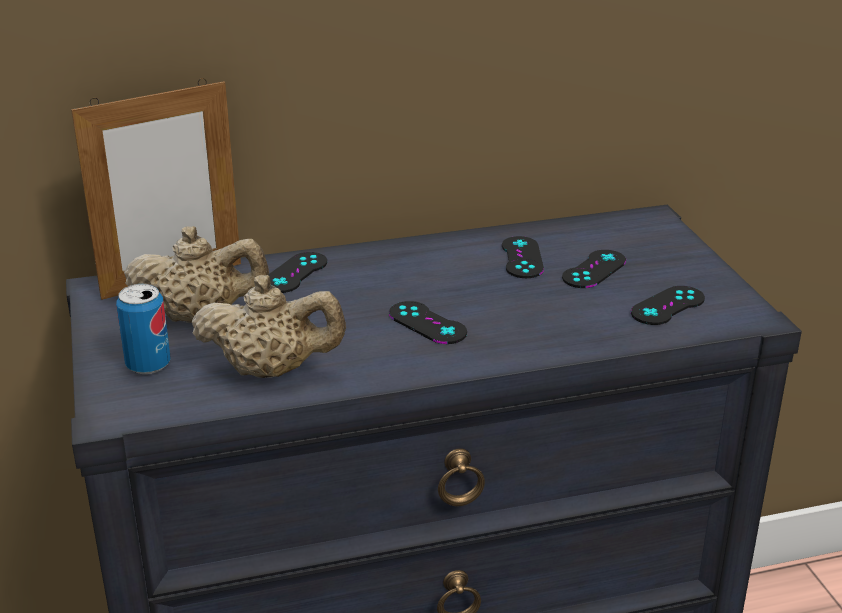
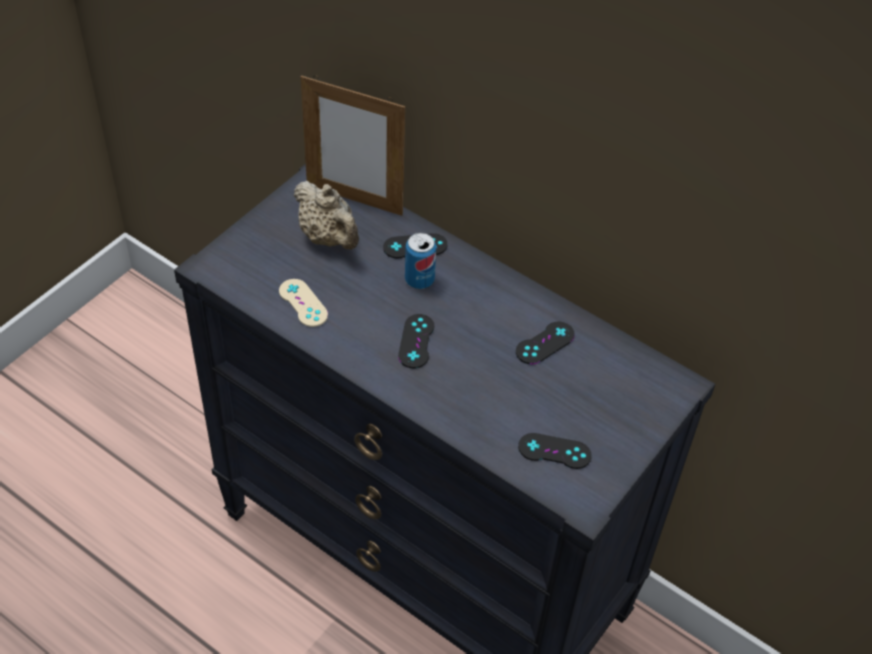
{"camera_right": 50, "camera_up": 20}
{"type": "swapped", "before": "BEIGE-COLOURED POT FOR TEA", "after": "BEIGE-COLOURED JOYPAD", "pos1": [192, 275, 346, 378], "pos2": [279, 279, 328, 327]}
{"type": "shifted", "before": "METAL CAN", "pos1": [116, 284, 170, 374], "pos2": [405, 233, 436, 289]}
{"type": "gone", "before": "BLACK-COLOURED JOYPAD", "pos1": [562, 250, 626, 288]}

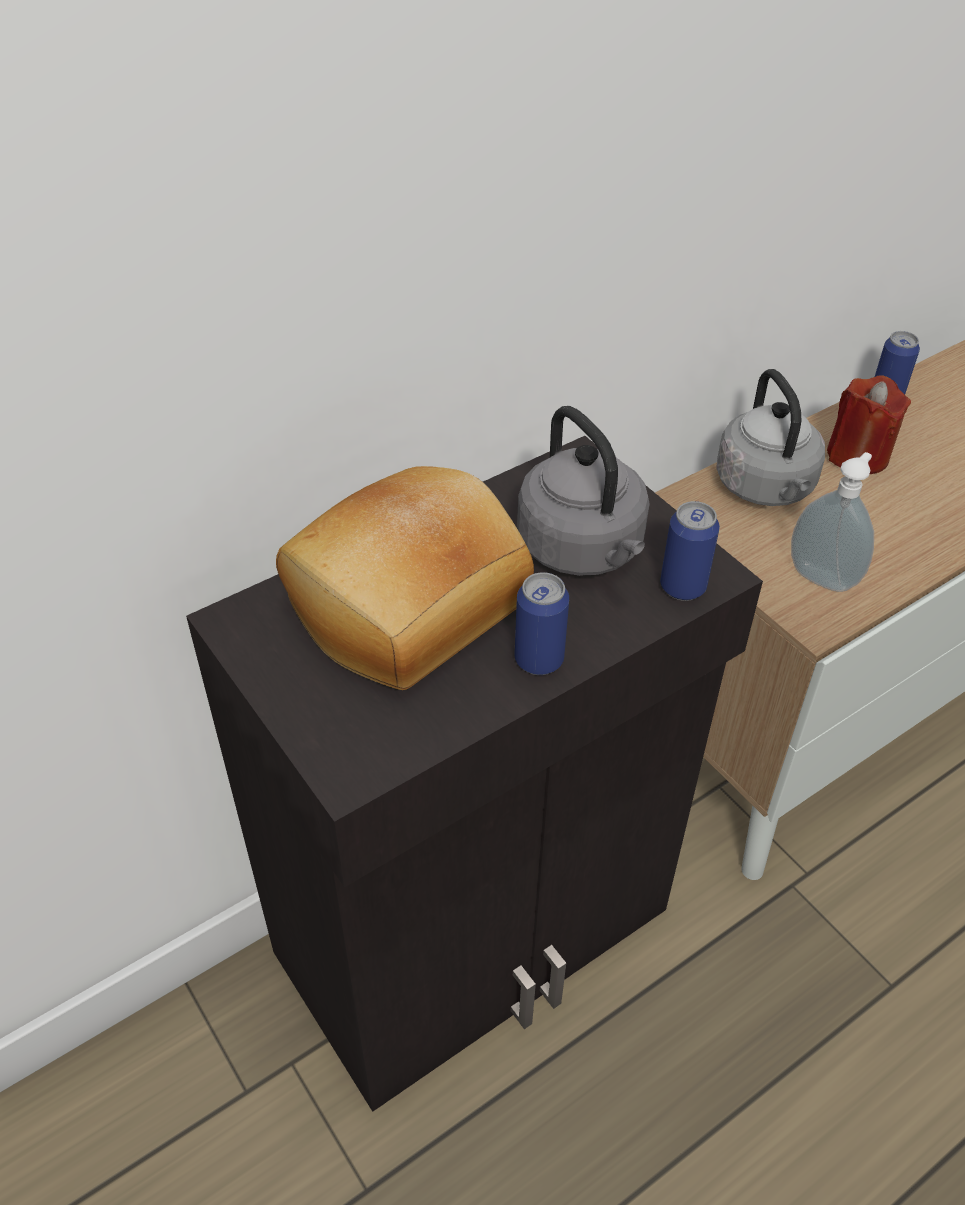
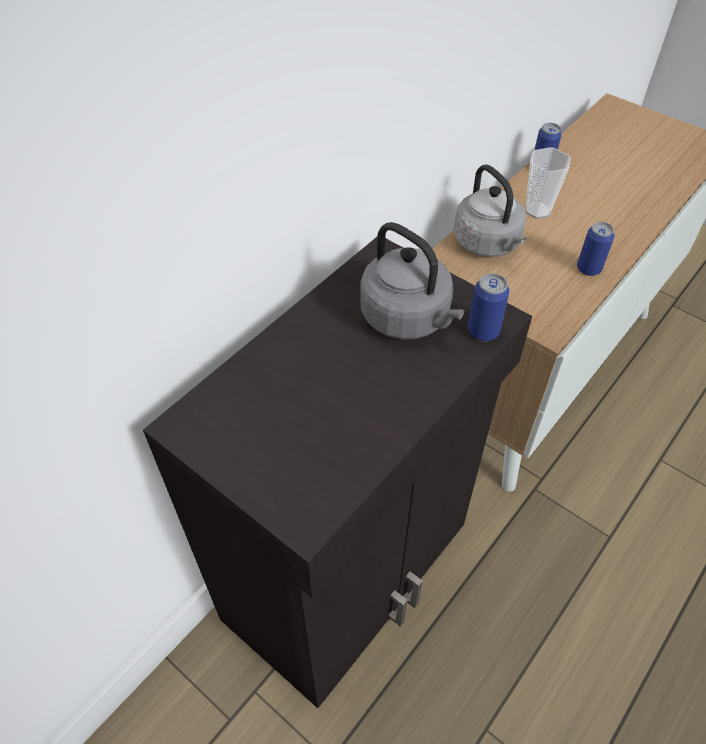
{"camera_right": -15, "camera_up": 5}
{"type": "swapped", "before": "RED WAX LIGHT", "after": "CUP", "pos1": [827, 375, 911, 475], "pos2": [525, 147, 571, 219]}
{"type": "shifted", "before": "METAL CAN", "pos1": [515, 572, 569, 675], "pos2": [577, 222, 615, 276]}
{"type": "gone", "before": "BREAD", "pos1": [276, 466, 534, 690]}
{"type": "gone", "before": "SOAP DISPENSER", "pos1": [791, 452, 874, 592]}

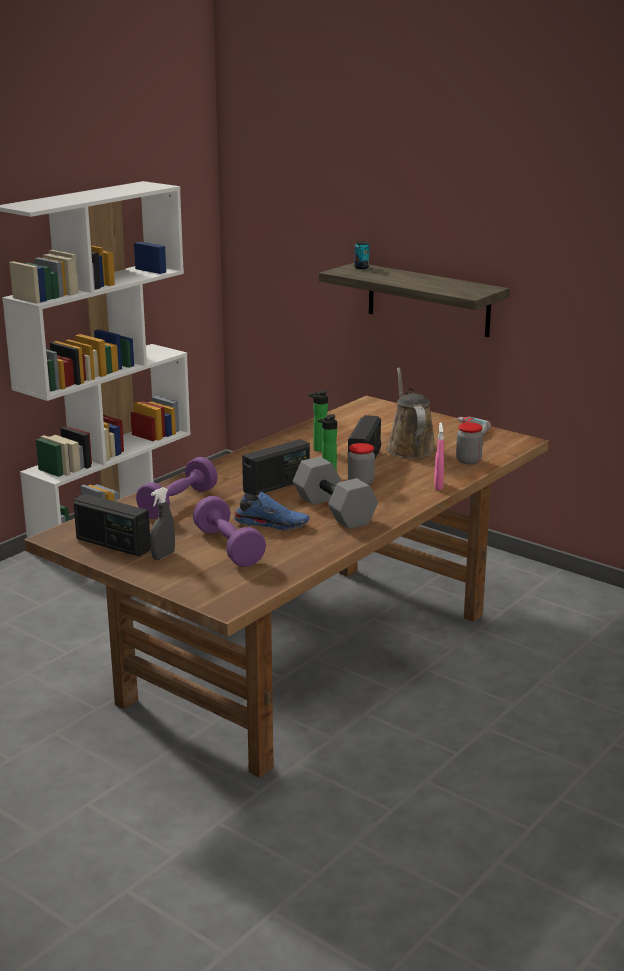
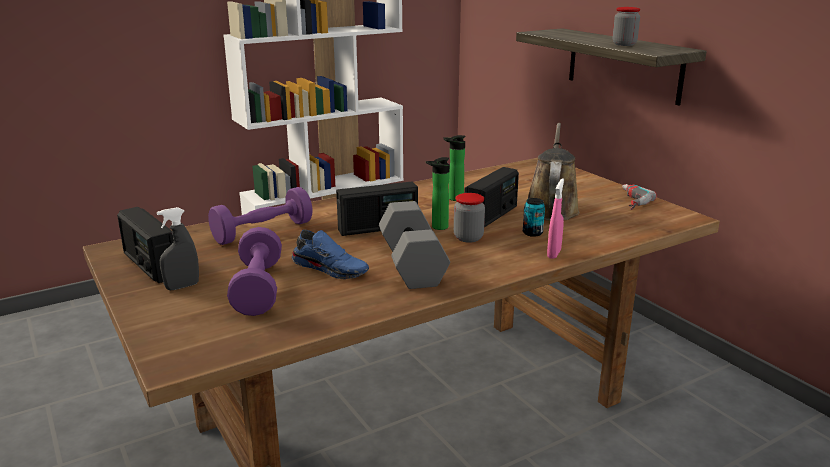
{"camera_right": 20, "camera_up": 0}
{"type": "shifted", "before": "METAL CAN", "pos1": [354, 242, 369, 269], "pos2": [523, 198, 545, 237]}
{"type": "shifted", "before": "STORAGE JAR", "pos1": [456, 423, 483, 464], "pos2": [613, 7, 640, 46]}

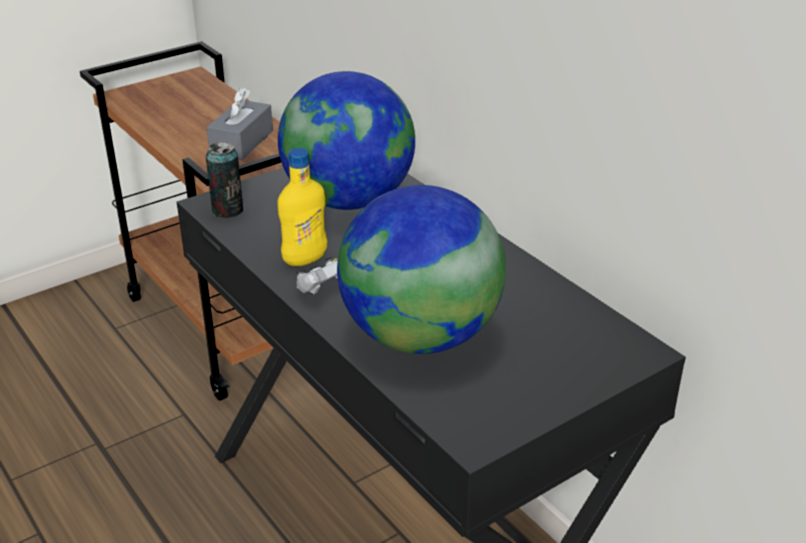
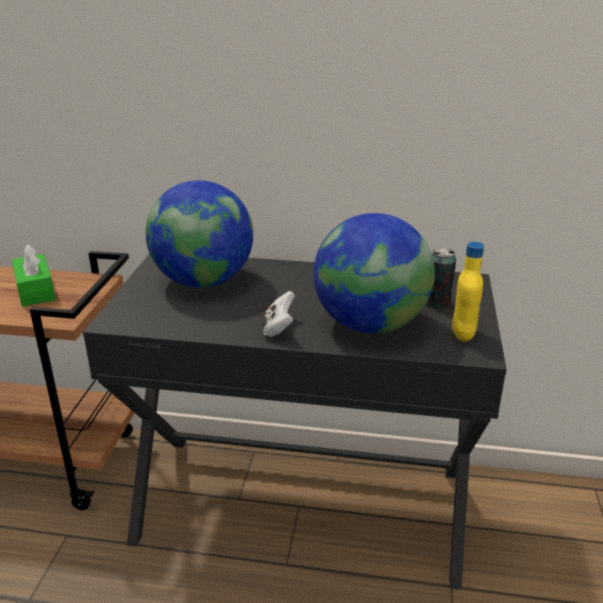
{"camera_right": -45, "camera_up": -5}
{"type": "repainted", "before": "GREYISH TISSUE HOLDER", "after": "GREEN-COLOURED TISSUE HOLDER", "pos1": [207, 88, 273, 160], "pos2": [12, 244, 56, 307]}
{"type": "shifted", "before": "METAL CAN", "pos1": [206, 142, 243, 218], "pos2": [426, 248, 456, 310]}
{"type": "shifted", "before": "YELLOW-COLOURED BEVERAGE BOTTLE", "pos1": [277, 148, 327, 267], "pos2": [452, 242, 484, 342]}

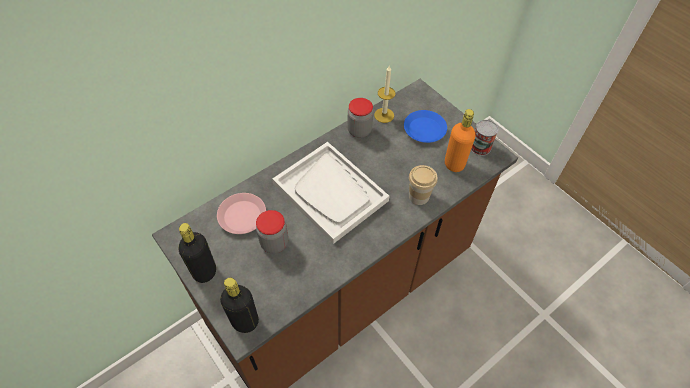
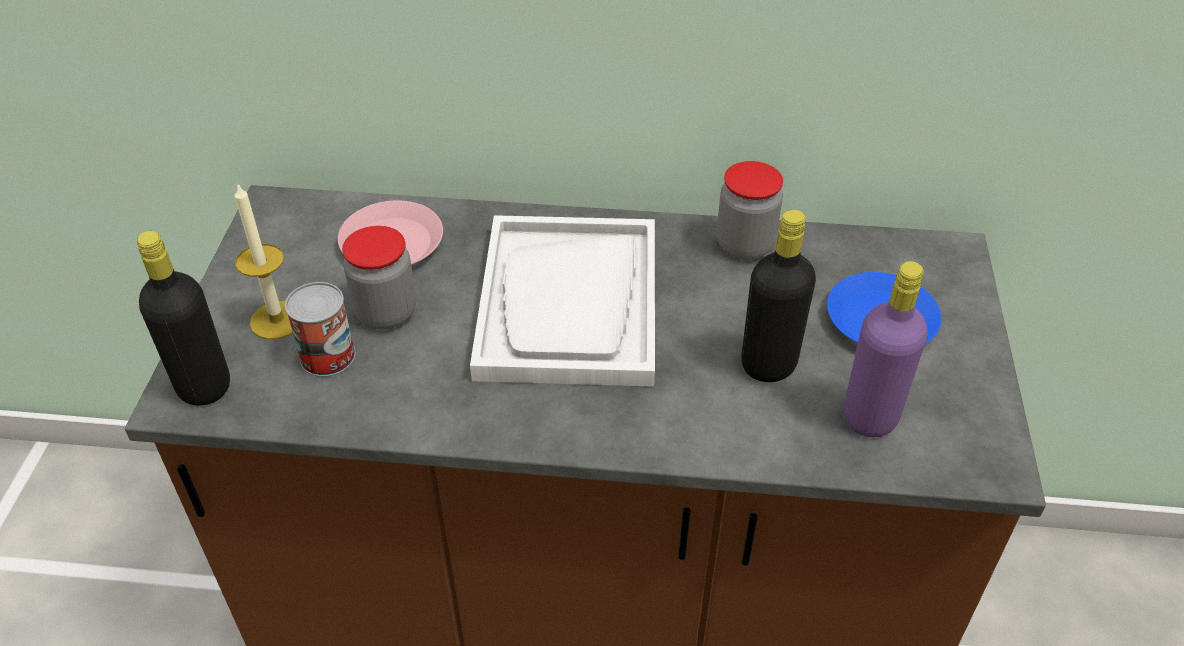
{"camera_right": 45, "camera_up": -10}
{"type": "shifted", "before": "WAX LIGHT", "pos1": [374, 66, 395, 123], "pos2": [235, 183, 293, 340]}
{"type": "shifted", "before": "METAL CAN", "pos1": [471, 120, 498, 156], "pos2": [285, 282, 356, 377]}
{"type": "shifted", "before": "BLACK-COLOURED BEVERAGE BOTTLE", "pos1": [179, 223, 216, 283], "pos2": [741, 210, 816, 382]}
{"type": "repainted", "before": "ORANGE-COLOURED BEVERAGE BOTTLE", "after": "PURPLE BEVERAGE BOTTLE", "pos1": [445, 109, 475, 172], "pos2": [843, 261, 928, 437]}
{"type": "gone", "before": "CUP", "pos1": [409, 165, 438, 205]}

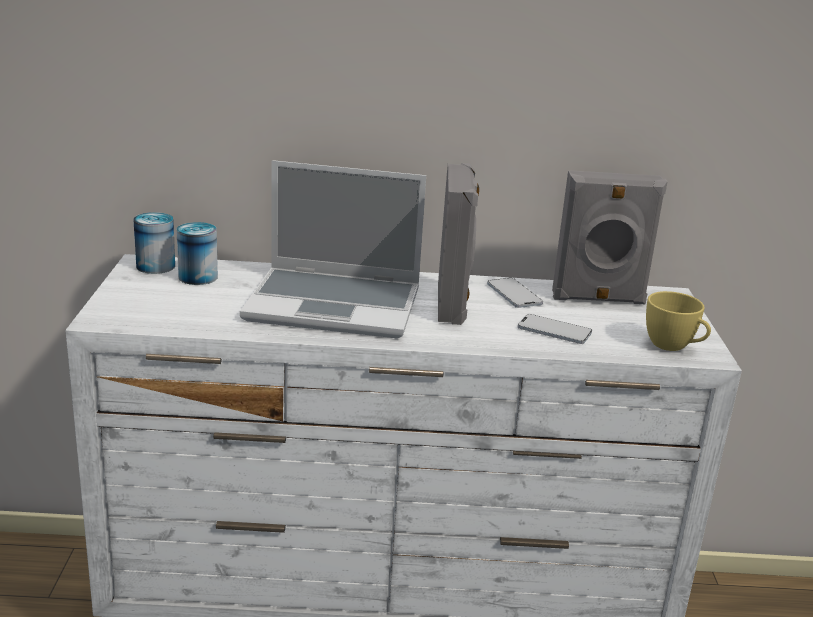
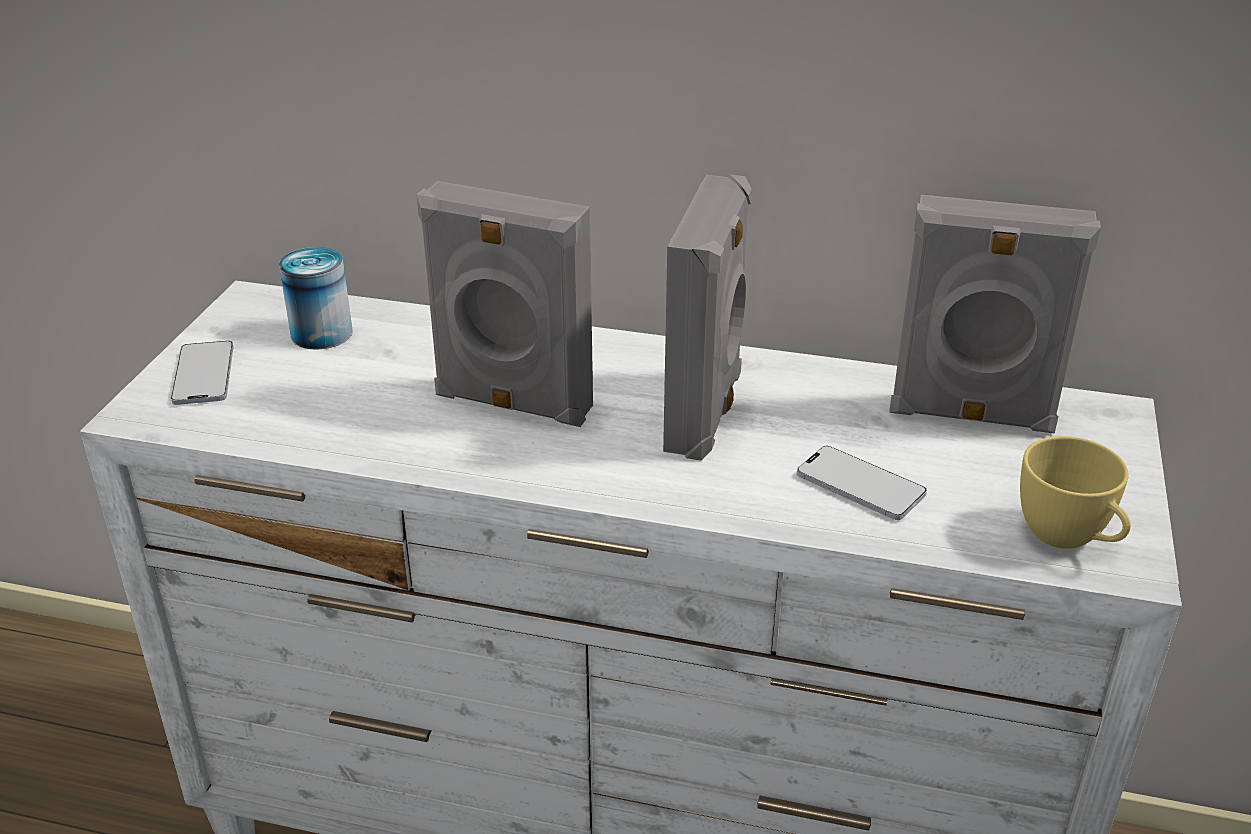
{"camera_right": 15, "camera_up": 10}
{"type": "shifted", "before": "TELEPHONE", "pos1": [487, 278, 543, 308], "pos2": [171, 341, 233, 405]}
{"type": "swapped", "before": "LAPTOP", "after": "GREYISH AUDIO SPEAKER", "pos1": [240, 160, 426, 338], "pos2": [416, 181, 593, 427]}
{"type": "gone", "before": "METAL CAN", "pos1": [133, 212, 175, 274]}

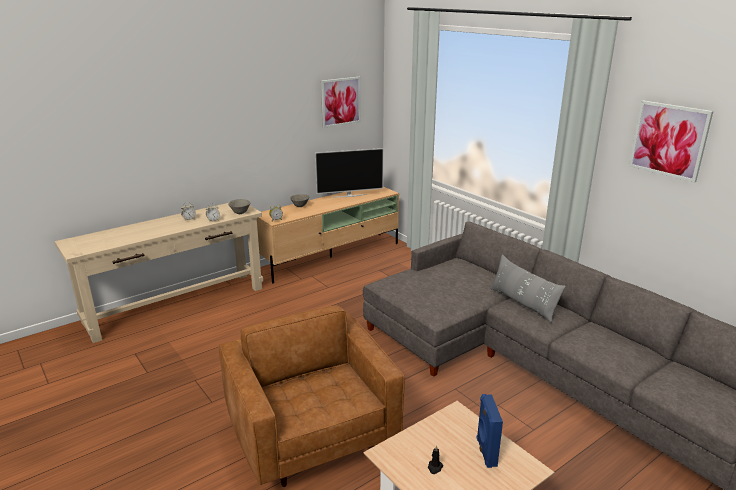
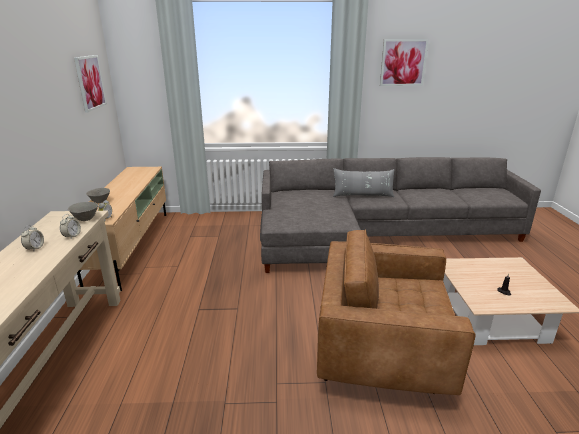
{"camera_right": -55, "camera_up": 0}
{"type": "gone", "before": "TELEVISION", "pos1": [315, 148, 384, 197]}
{"type": "gone", "before": "BLUE AUDIO SPEAKER", "pos1": [477, 394, 503, 468]}

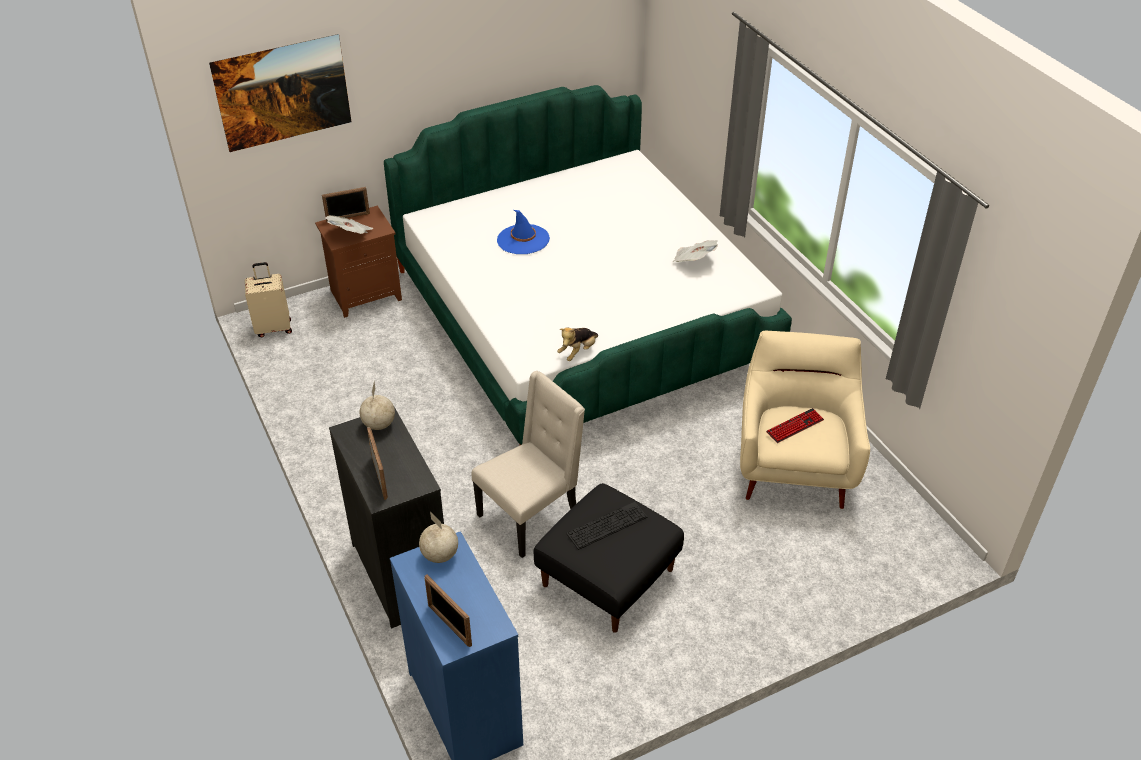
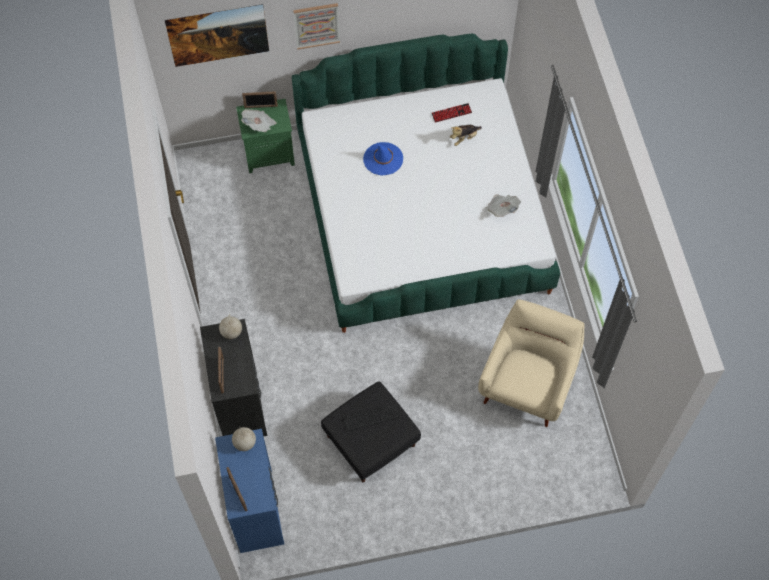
{"camera_right": 15, "camera_up": 20}
{"type": "repainted", "before": "BROWNISH NIGHT TABLE", "after": "GREEN-COLOURED NIGHT TABLE", "pos1": [315, 206, 402, 318], "pos2": [236, 99, 295, 173]}
{"type": "new", "after": "WALL PICTURE", "pos2": [293, 3, 340, 50]}
{"type": "shifted", "before": "COMPUTER KEYBOARD", "pos1": [766, 408, 824, 443], "pos2": [432, 103, 472, 123]}
{"type": "shifted", "before": "PLUSH TOY", "pos1": [557, 328, 598, 361], "pos2": [450, 125, 482, 146]}
{"type": "gone", "before": "BEIGE-COLOURED PIECE OF LUGGAGE", "pos1": [245, 262, 292, 337]}
{"type": "gone", "before": "BEIGE-COLOURED UPRIGHT CHAIR", "pos1": [472, 371, 585, 558]}

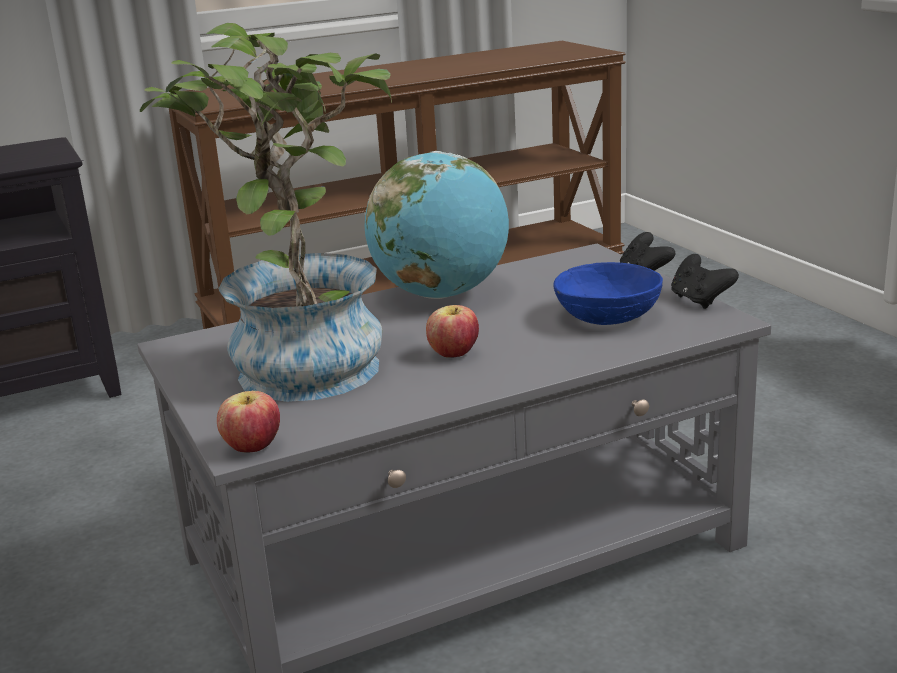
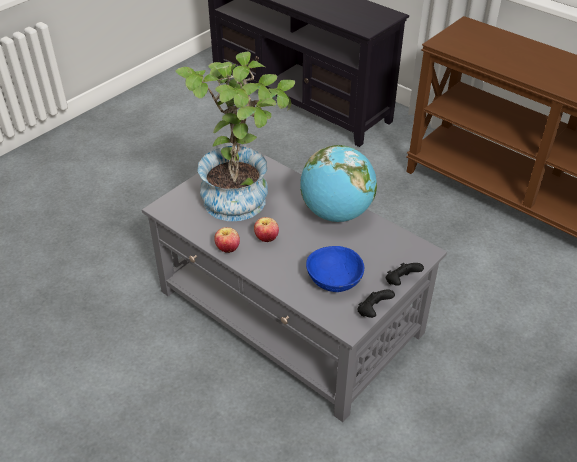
{"camera_right": 65, "camera_up": 20}
{"type": "shifted", "before": "APPLE", "pos1": [217, 391, 280, 453], "pos2": [214, 227, 240, 253]}

